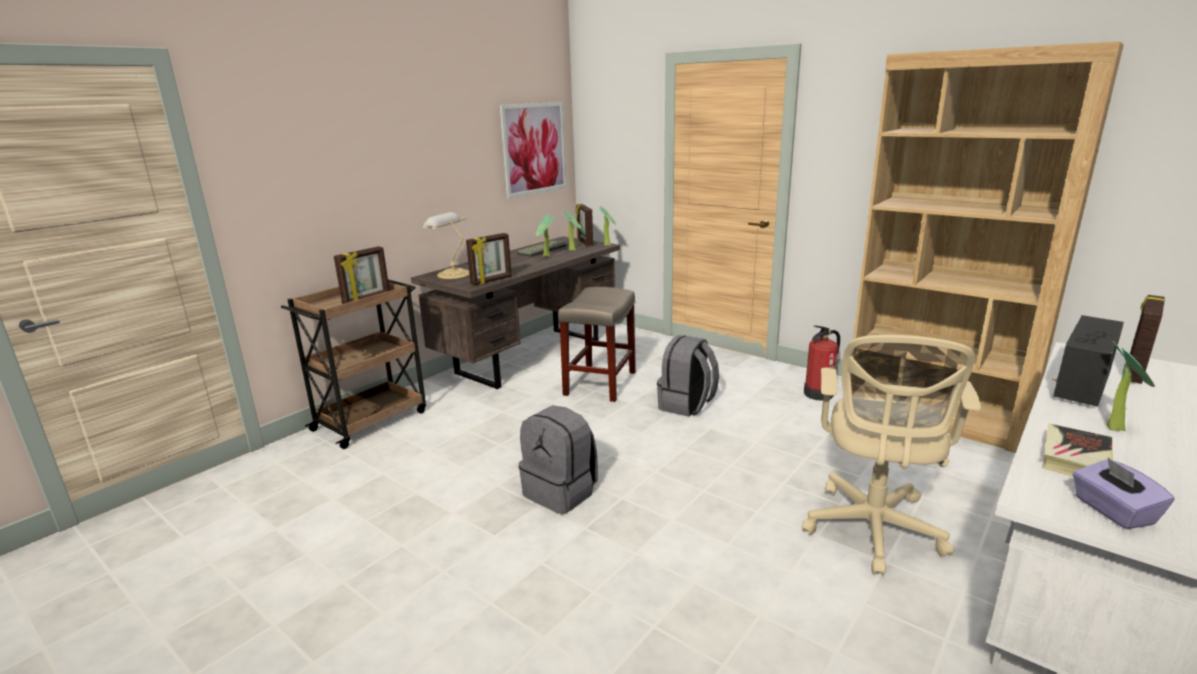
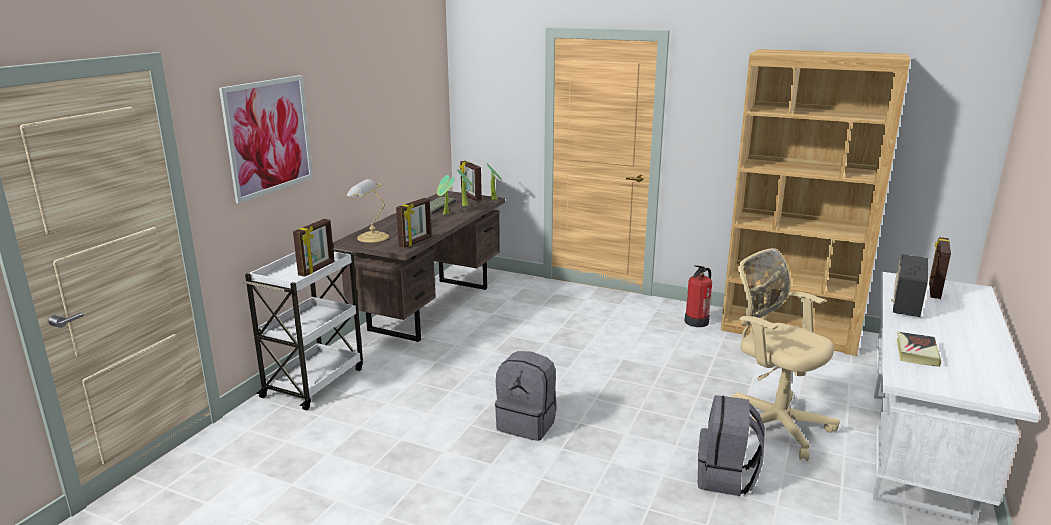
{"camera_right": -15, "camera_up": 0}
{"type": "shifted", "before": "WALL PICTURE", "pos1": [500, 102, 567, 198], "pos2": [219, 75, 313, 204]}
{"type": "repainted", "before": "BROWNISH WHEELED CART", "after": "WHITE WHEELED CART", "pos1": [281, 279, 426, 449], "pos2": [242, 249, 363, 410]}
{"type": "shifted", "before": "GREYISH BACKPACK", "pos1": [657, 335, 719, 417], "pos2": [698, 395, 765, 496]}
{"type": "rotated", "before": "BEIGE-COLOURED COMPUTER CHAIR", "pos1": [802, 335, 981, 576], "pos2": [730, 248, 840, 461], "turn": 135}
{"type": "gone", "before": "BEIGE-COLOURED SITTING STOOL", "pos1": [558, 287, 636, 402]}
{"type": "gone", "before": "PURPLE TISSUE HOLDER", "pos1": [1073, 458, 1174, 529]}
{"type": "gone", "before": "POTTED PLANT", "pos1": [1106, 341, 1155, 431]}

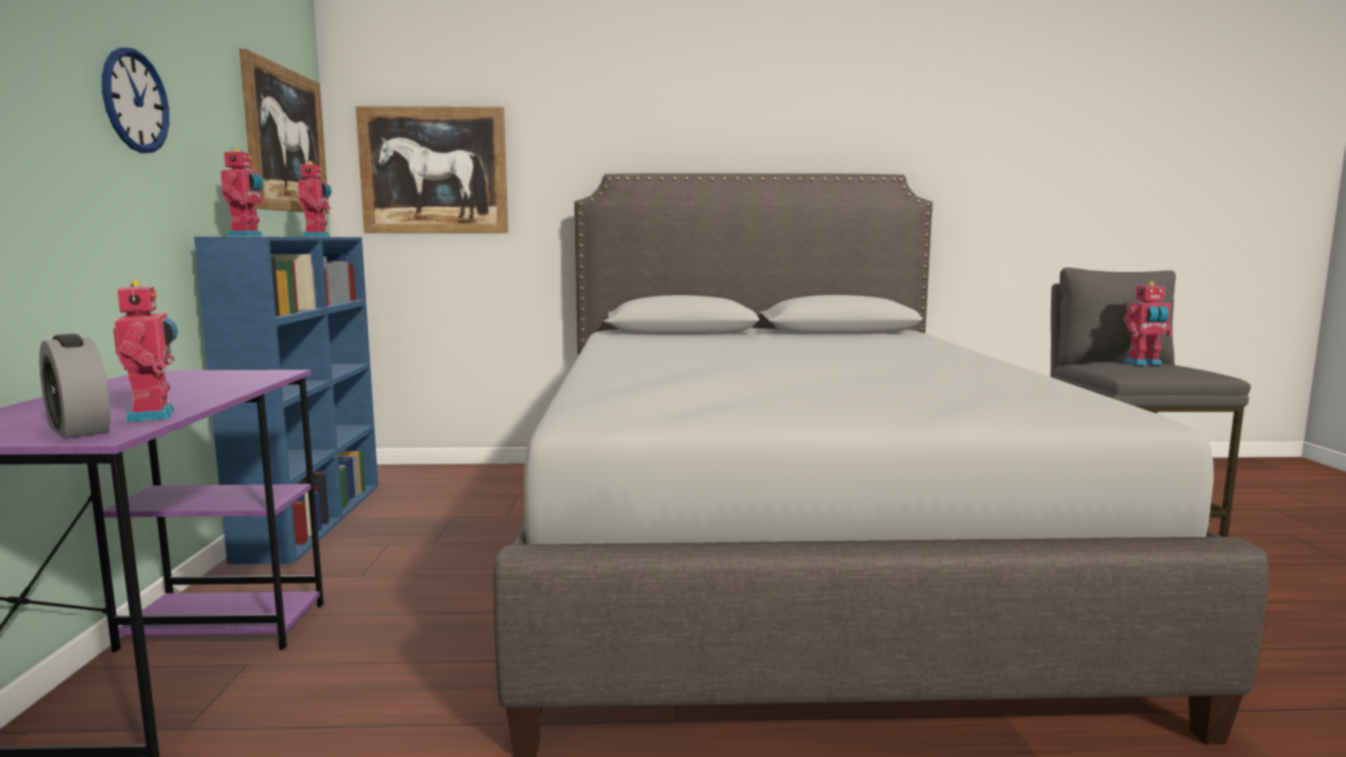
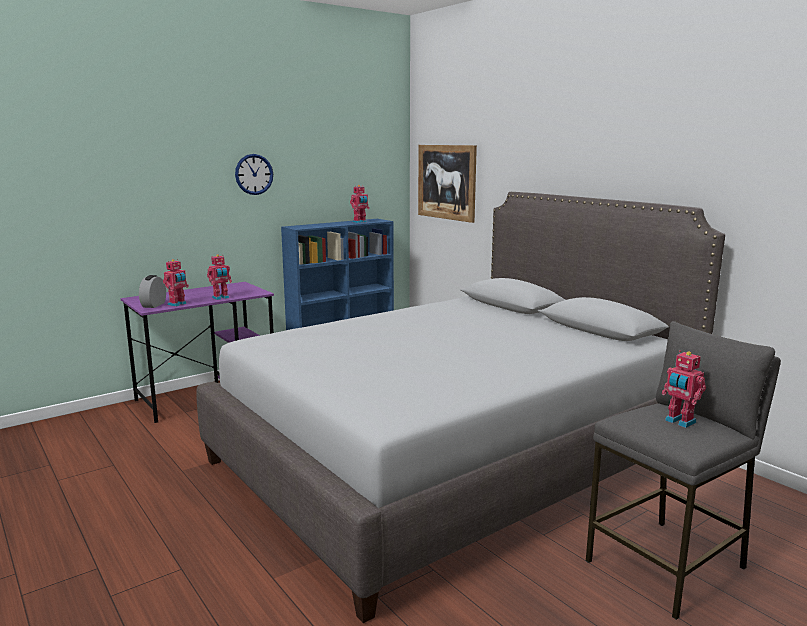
{"camera_right": 55, "camera_up": 5}
{"type": "shifted", "before": "MODEL ROBOT", "pos1": [221, 148, 265, 236], "pos2": [207, 254, 232, 300]}
{"type": "gone", "before": "WALL PICTURE", "pos1": [239, 49, 329, 214]}

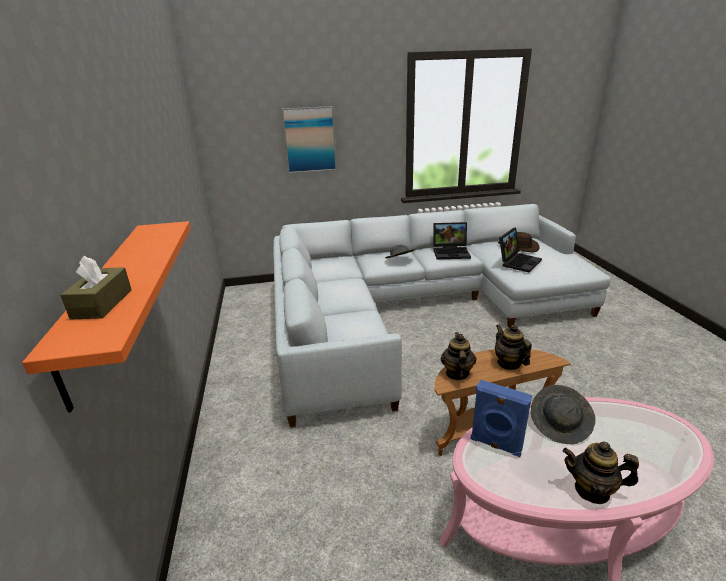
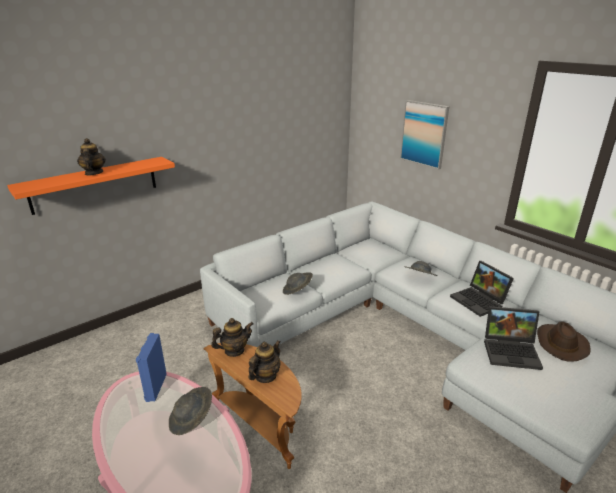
{"camera_right": 60, "camera_up": 0}
{"type": "shifted", "before": "POT FOR TEA", "pos1": [563, 441, 639, 504], "pos2": [77, 138, 106, 175]}
{"type": "new", "after": "GREYISH WEARABLE HAT", "pos2": [283, 272, 313, 295]}
{"type": "gone", "before": "BROWNISH TISSUE HOLDER", "pos1": [60, 255, 132, 319]}

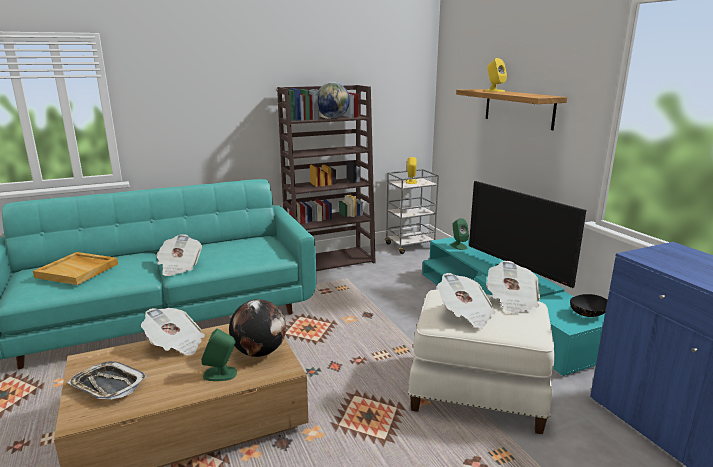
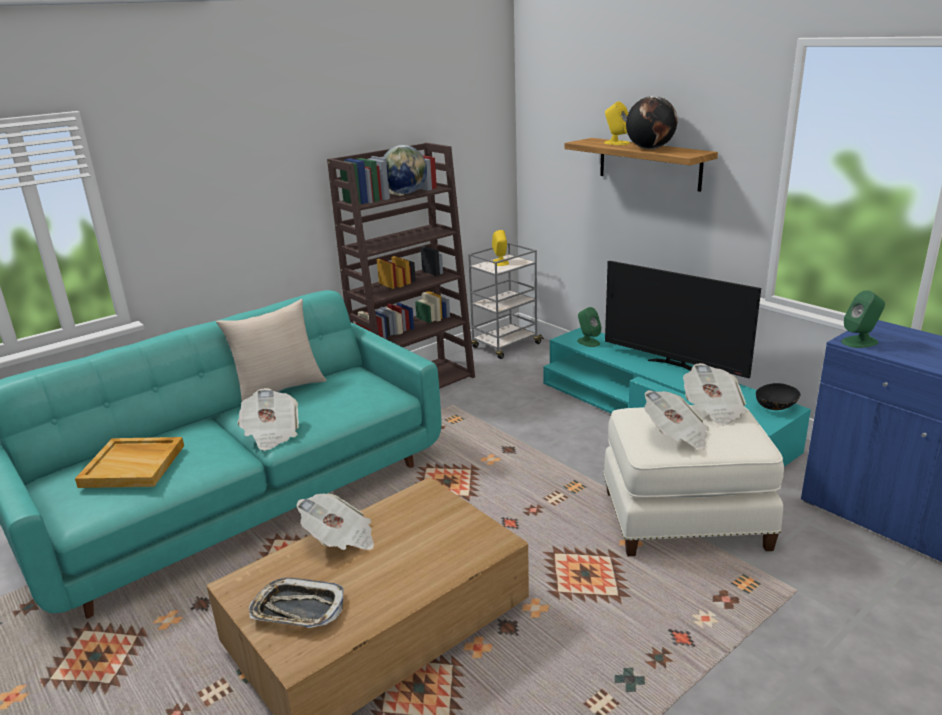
{"camera_right": -15, "camera_up": 5}
{"type": "new", "after": "BEIGE-COLOURED CUSHION", "pos2": [216, 299, 327, 401]}
{"type": "shifted", "before": "DESK GLOBE", "pos1": [229, 299, 286, 357], "pos2": [626, 96, 678, 149]}
{"type": "shifted", "before": "GREEN-COLOURED AUDIO SPEAKER", "pos1": [201, 329, 237, 381], "pos2": [841, 290, 885, 348]}

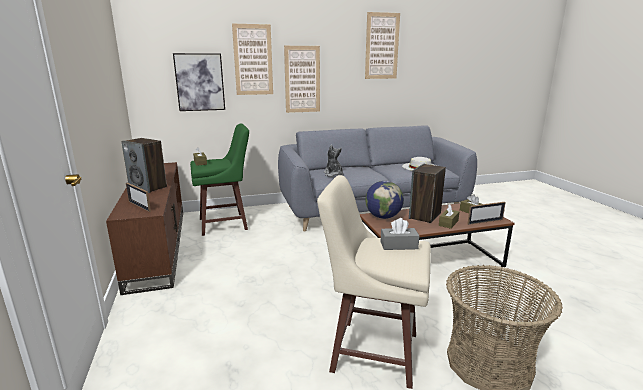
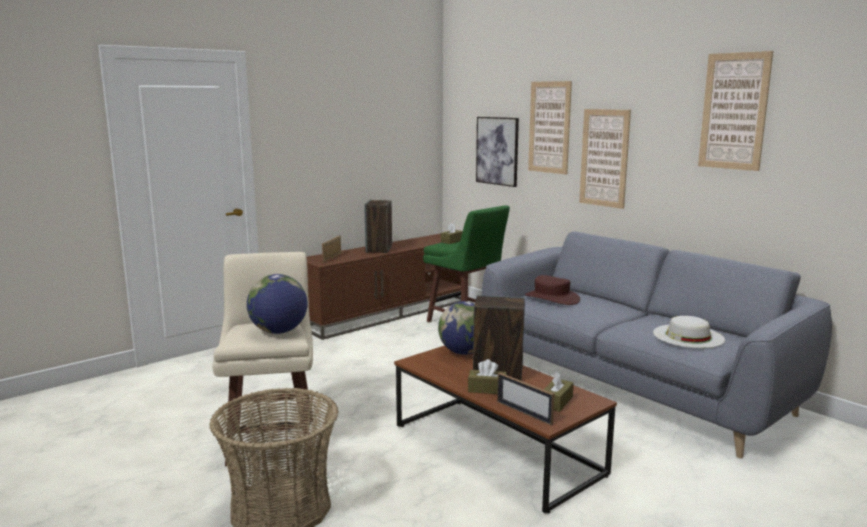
{"camera_right": 65, "camera_up": -5}
{"type": "swapped", "before": "GREYISH TISSUE HOLDER", "after": "DESK GLOBE", "pos1": [381, 218, 419, 250], "pos2": [247, 274, 307, 334]}
{"type": "swapped", "before": "PLUSH TOY", "after": "BROWNISH WEARABLE HAT", "pos1": [324, 145, 343, 177], "pos2": [525, 275, 580, 305]}

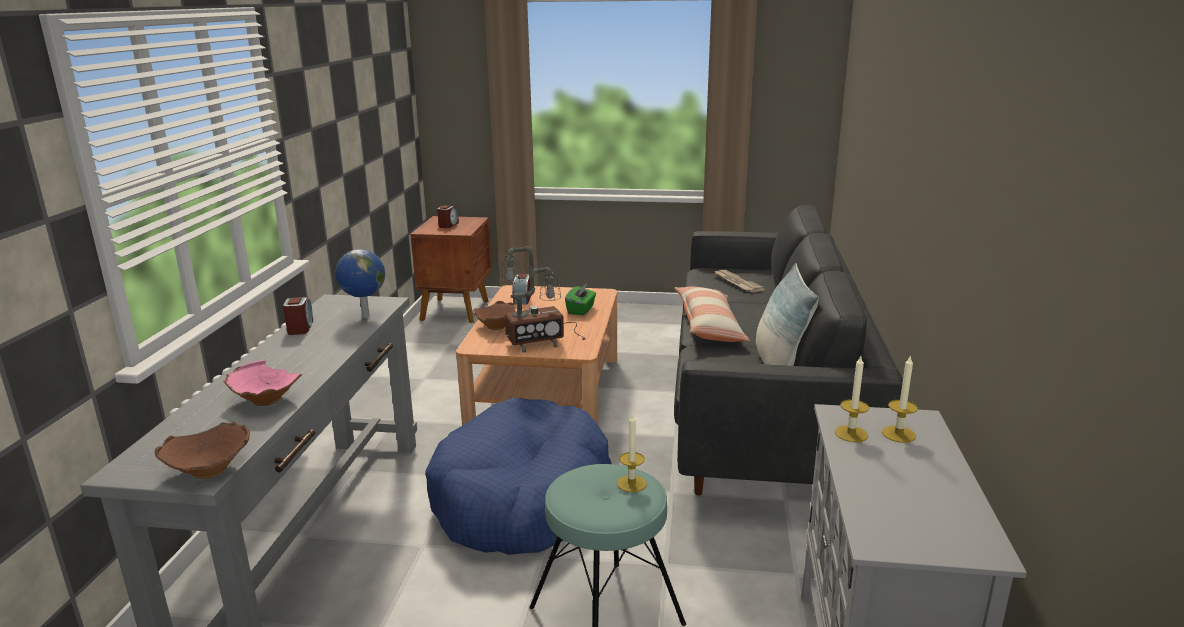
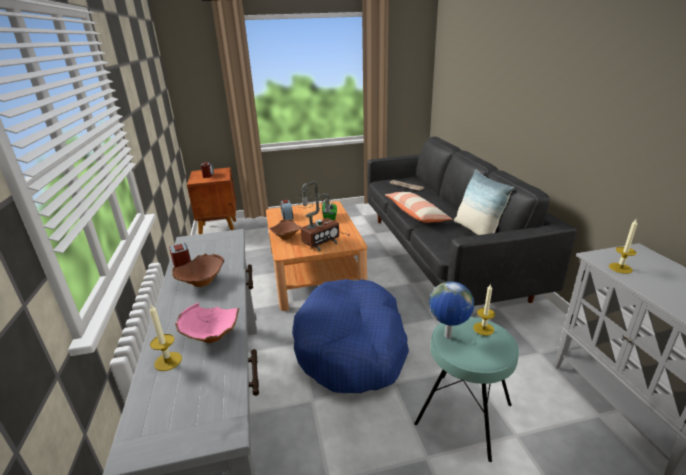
{"camera_right": -20, "camera_up": 5}
{"type": "shifted", "before": "WAX LIGHT", "pos1": [882, 355, 918, 443], "pos2": [150, 305, 182, 371]}
{"type": "shifted", "before": "BROWNISH SERVING BOWL", "pos1": [154, 421, 250, 479], "pos2": [172, 254, 224, 287]}
{"type": "shifted", "before": "DESK GLOBE", "pos1": [336, 249, 385, 318], "pos2": [429, 281, 474, 339]}

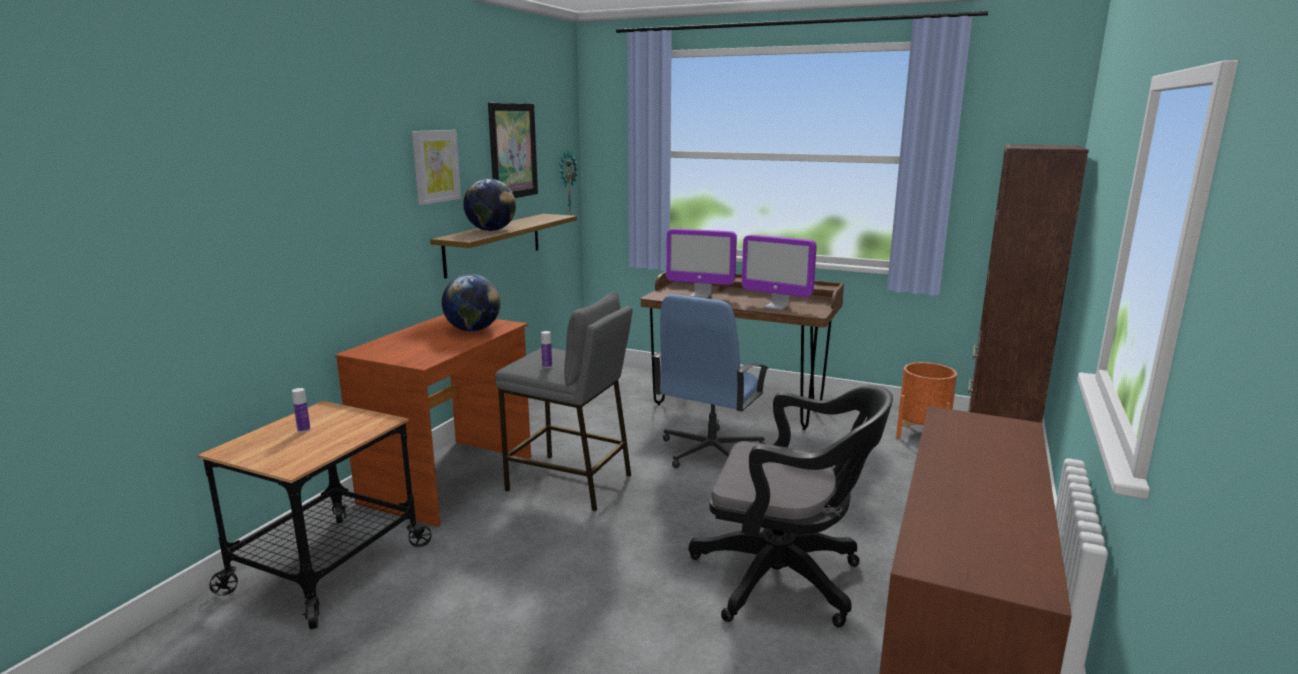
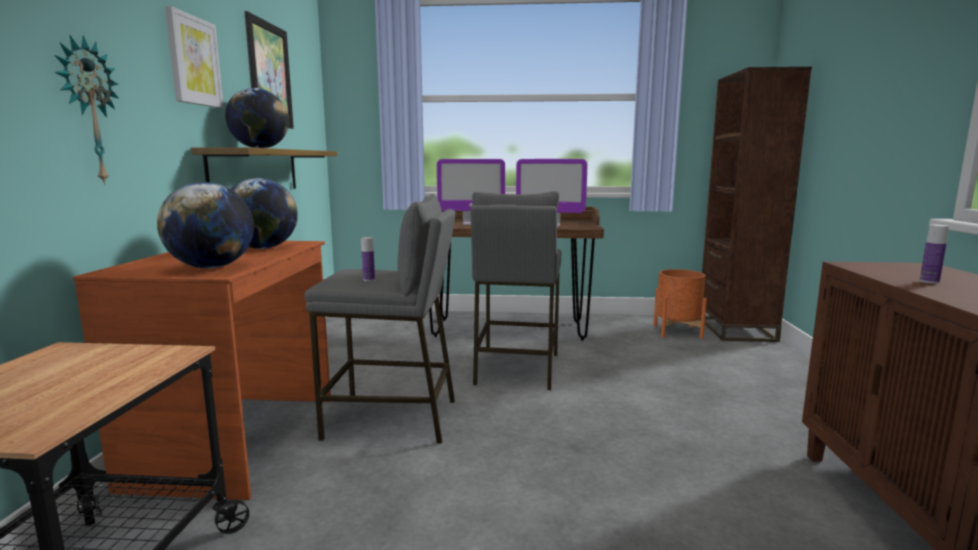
{"camera_right": -20, "camera_up": -5}
{"type": "shifted", "before": "HANGING CLOCK", "pos1": [559, 151, 578, 215], "pos2": [54, 35, 119, 185]}
{"type": "new", "after": "DESK GLOBE", "pos2": [157, 182, 254, 268]}
{"type": "swapped", "before": "BLUE COMPUTER CHAIR", "after": "GREYISH SITTING STOOL", "pos1": [652, 295, 769, 469], "pos2": [471, 191, 562, 390]}
{"type": "shifted", "before": "BEVERAGE BOTTLE", "pos1": [292, 388, 310, 432], "pos2": [920, 225, 949, 284]}
{"type": "gone", "before": "BLACK-COLOURED COMPUTER CHAIR", "pos1": [689, 385, 893, 628]}

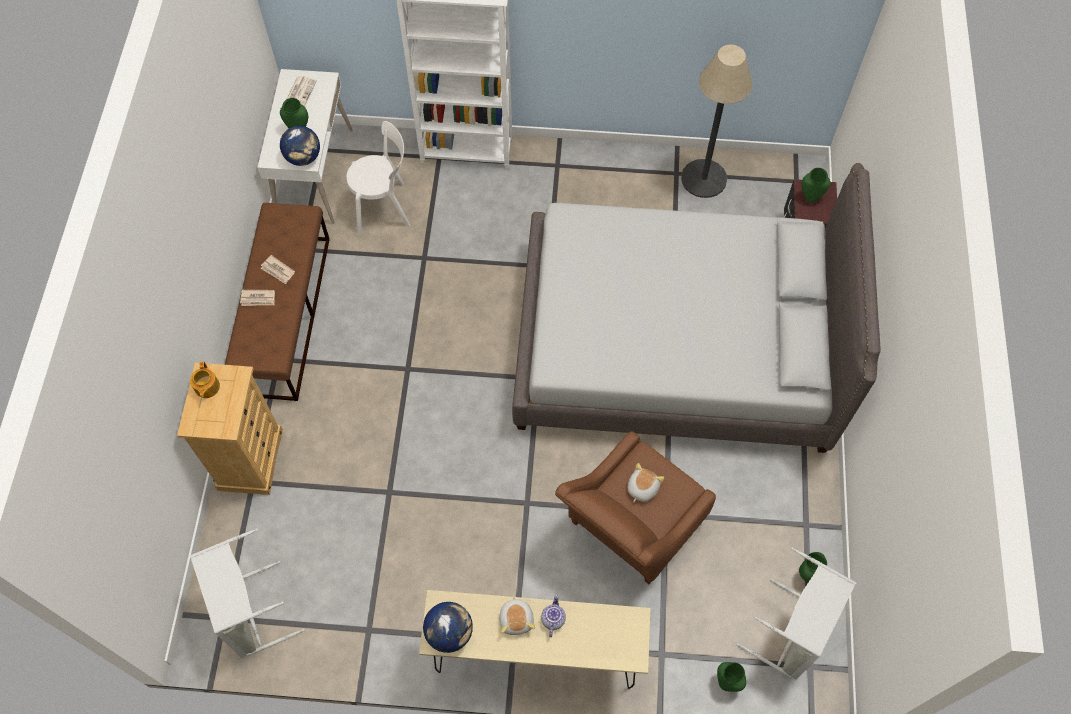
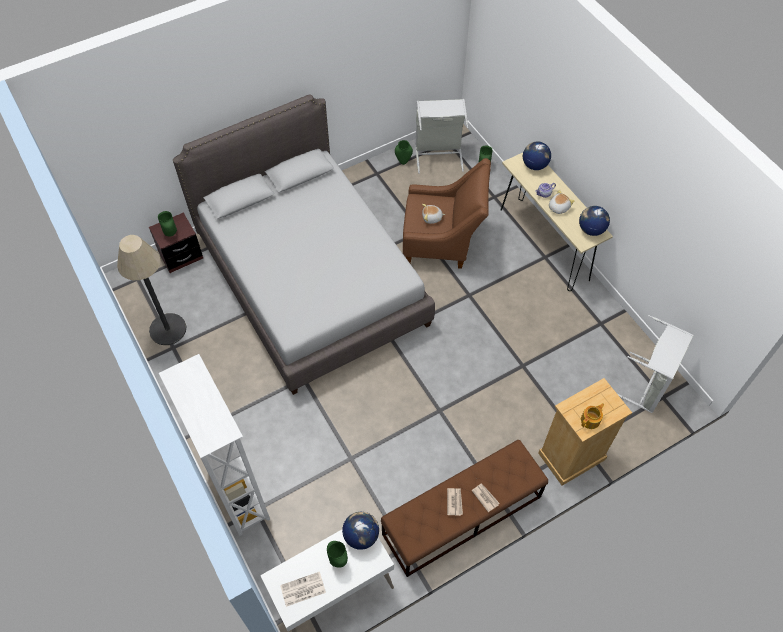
{"camera_right": -125, "camera_up": -5}
{"type": "new", "after": "DESK GLOBE", "pos2": [523, 142, 551, 170]}
{"type": "gone", "before": "WHITE UPRIGHT CHAIR", "pos1": [347, 121, 411, 234]}

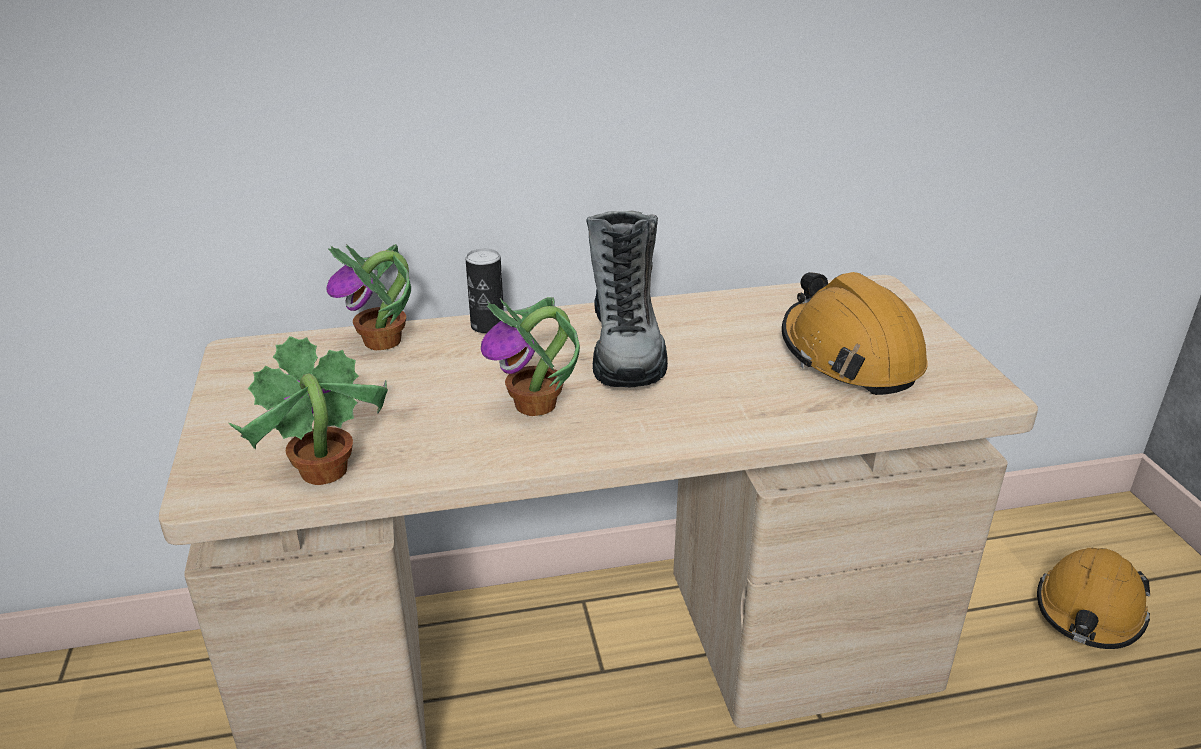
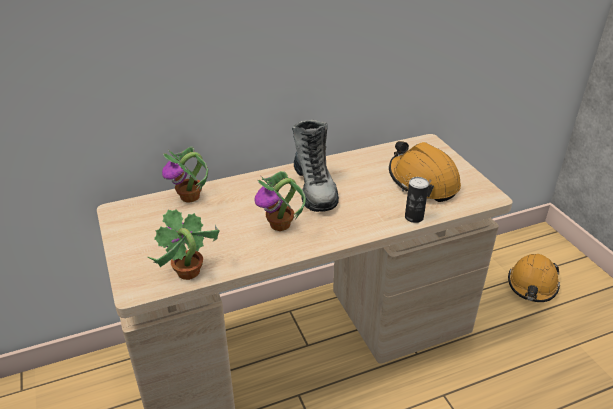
{"camera_right": -10, "camera_up": 5}
{"type": "shifted", "before": "METAL CAN", "pos1": [465, 248, 504, 333], "pos2": [405, 177, 429, 223]}

